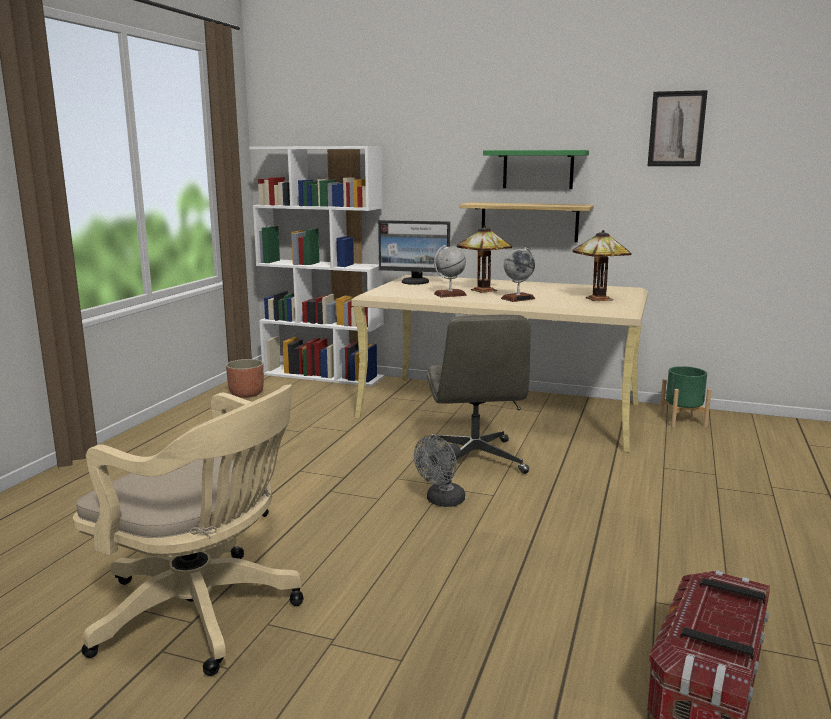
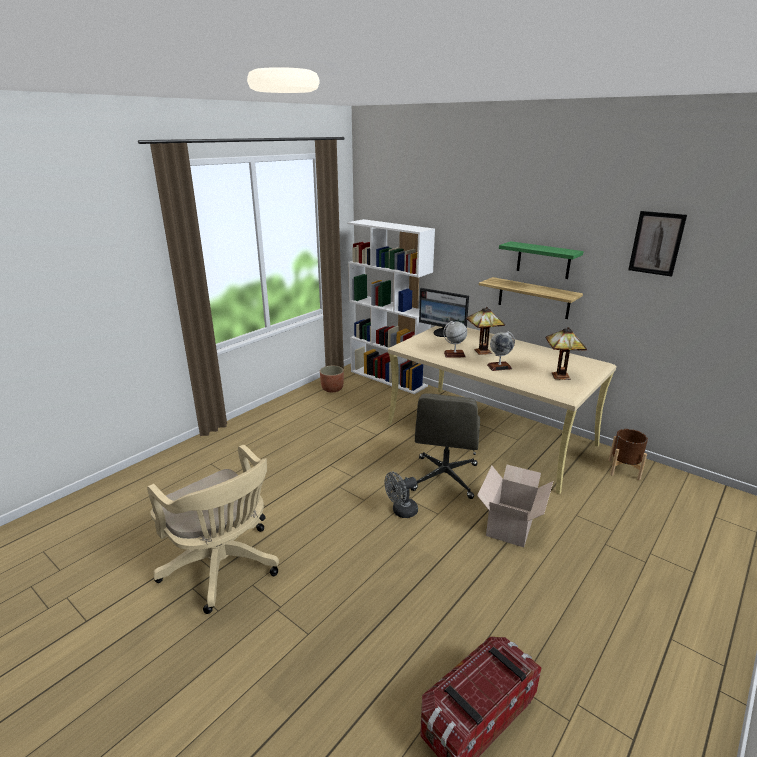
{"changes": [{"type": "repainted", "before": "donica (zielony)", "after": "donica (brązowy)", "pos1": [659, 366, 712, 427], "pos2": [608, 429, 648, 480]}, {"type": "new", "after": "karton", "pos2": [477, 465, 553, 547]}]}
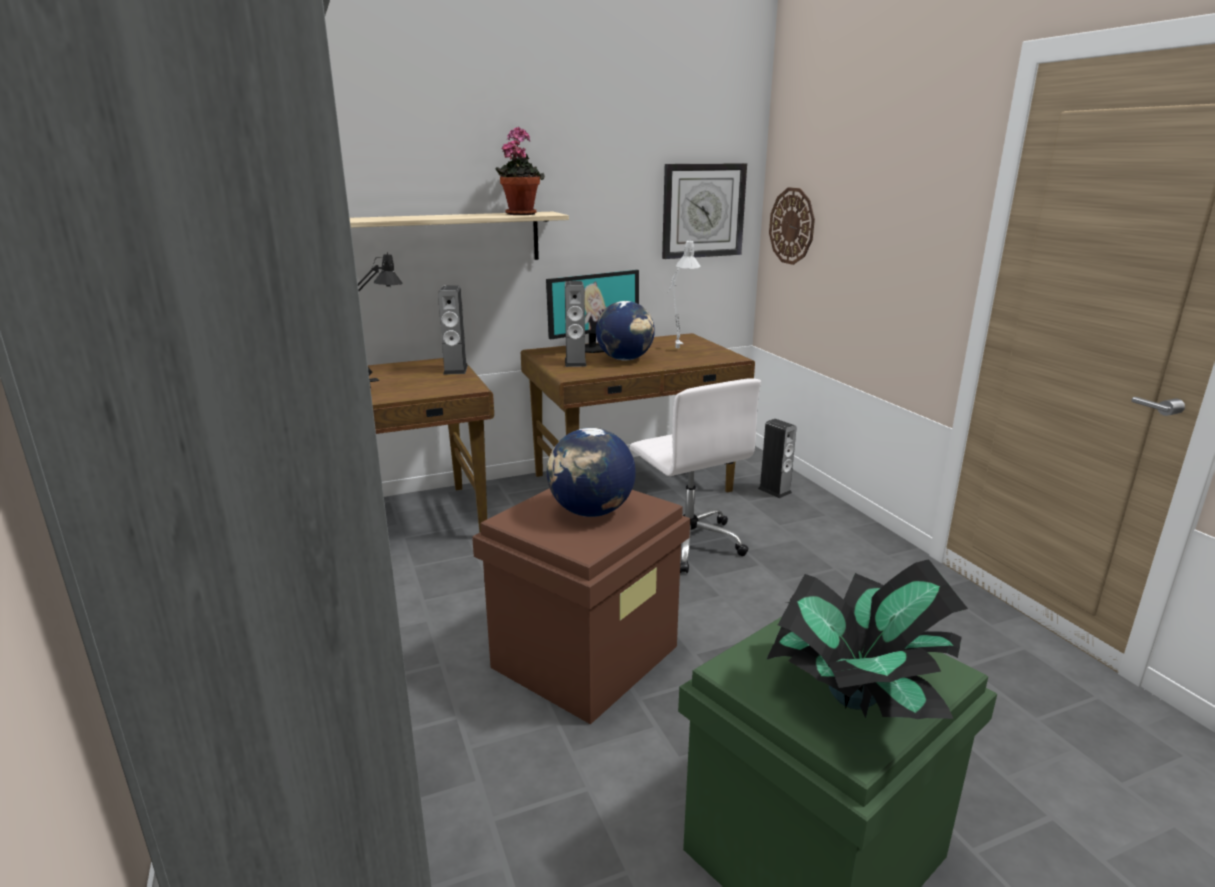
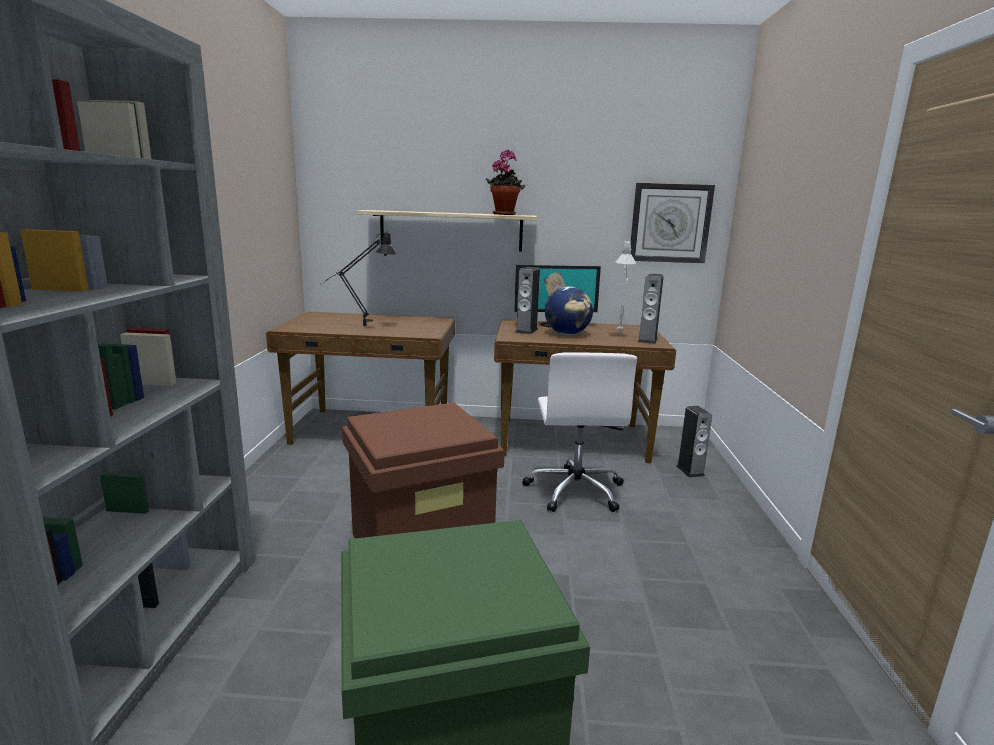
{"changes": [{"type": "gone", "before": "zegar ścienny", "pos1": [769, 187, 815, 265]}, {"type": "shifted", "before": "głośnik", "pos1": [438, 285, 468, 375], "pos2": [638, 273, 664, 344]}, {"type": "gone", "before": "globus", "pos1": [547, 428, 635, 517]}, {"type": "gone", "before": "roślina doniczkowa", "pos1": [766, 559, 968, 719]}]}
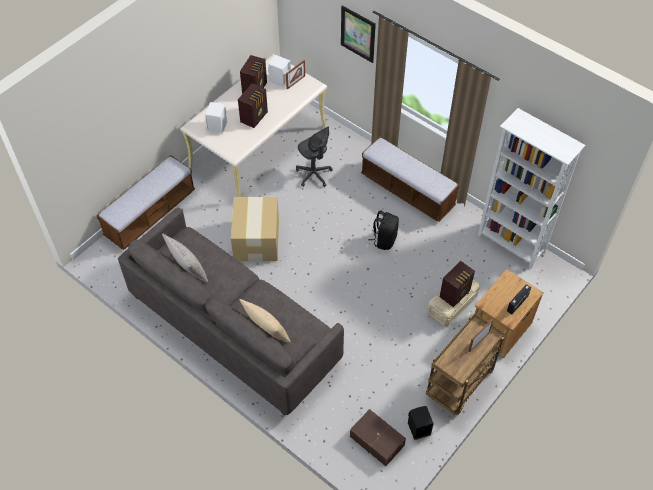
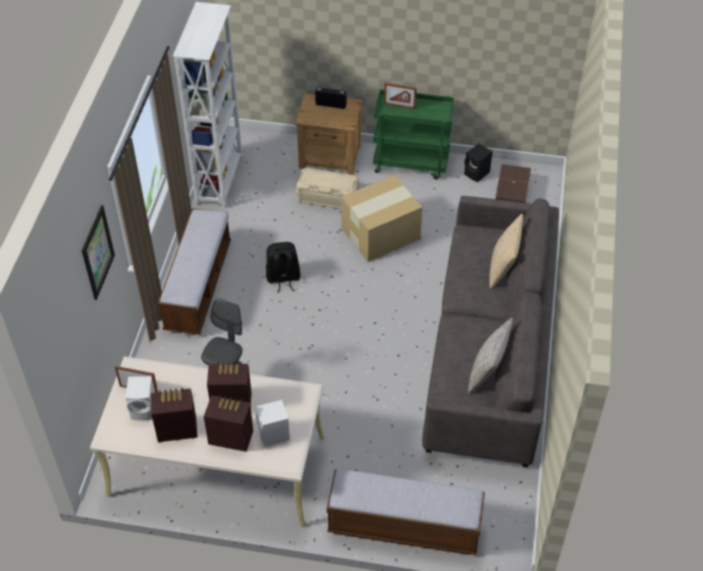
{"changes": [{"type": "shifted", "before": "karton", "pos1": [231, 197, 279, 261], "pos2": [341, 175, 423, 262]}, {"type": "shifted", "before": "radio", "pos1": [440, 261, 475, 307], "pos2": [204, 395, 253, 452]}, {"type": "repainted", "before": "wózek (brązowy)", "after": "wózek (zielony)", "pos1": [426, 313, 505, 415], "pos2": [373, 89, 454, 180]}]}
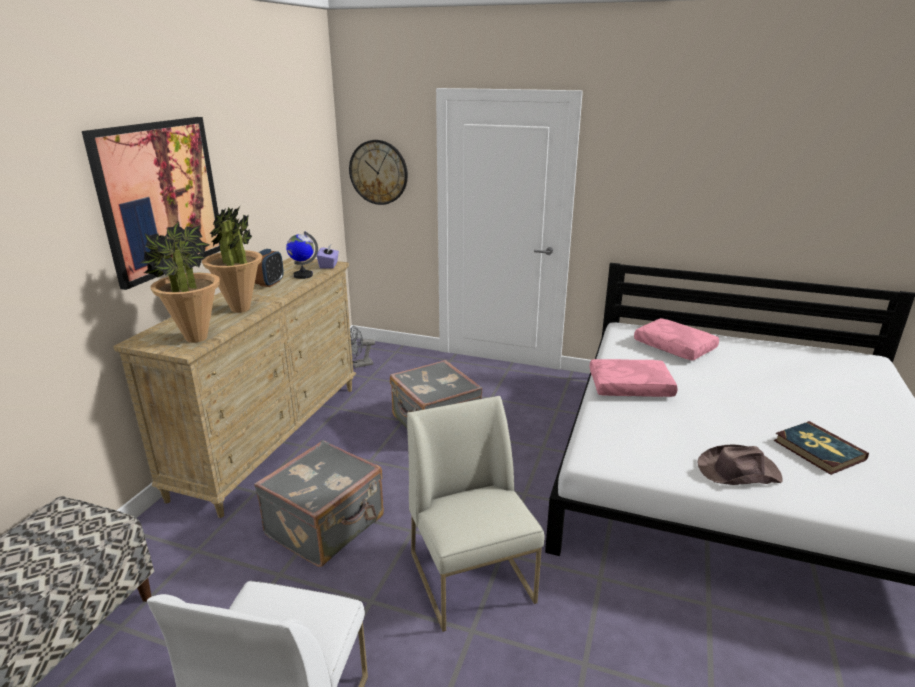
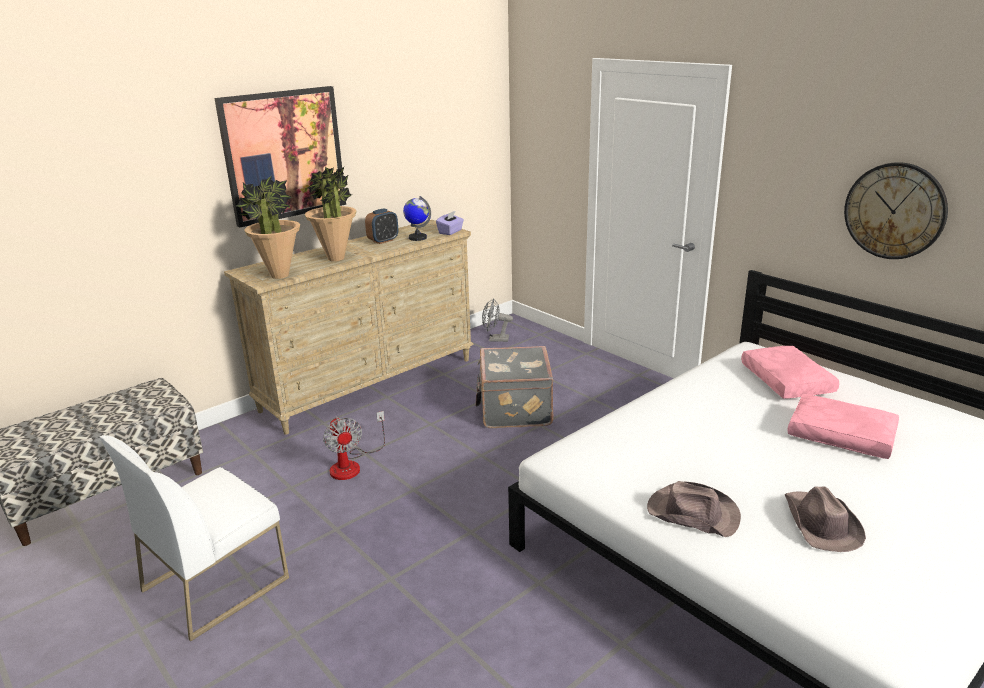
{"changes": [{"type": "shifted", "before": "zegar ścienny", "pos1": [349, 140, 408, 205], "pos2": [844, 162, 948, 259]}, {"type": "shifted", "before": "poduszka (różowy)", "pos1": [589, 359, 678, 397], "pos2": [787, 394, 899, 459]}, {"type": "gone", "before": "krzesło (biały)", "pos1": [407, 396, 545, 632]}, {"type": "swapped", "before": "książka", "after": "kapelusz (brązowy)", "pos1": [774, 421, 869, 475], "pos2": [785, 486, 866, 552]}, {"type": "swapped", "before": "walizka (szary)", "after": "wentylator", "pos1": [254, 440, 384, 567], "pos2": [323, 411, 385, 480]}]}
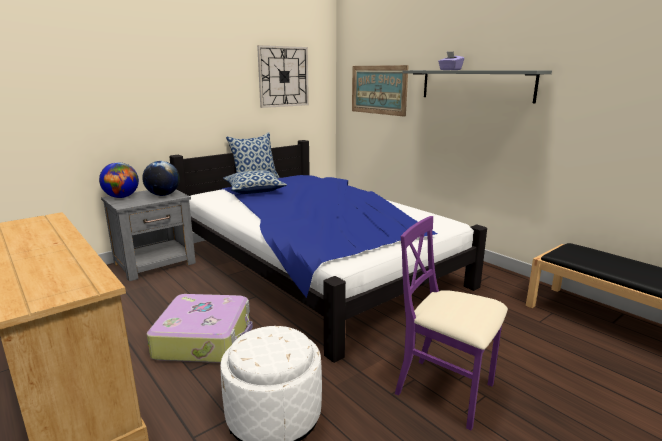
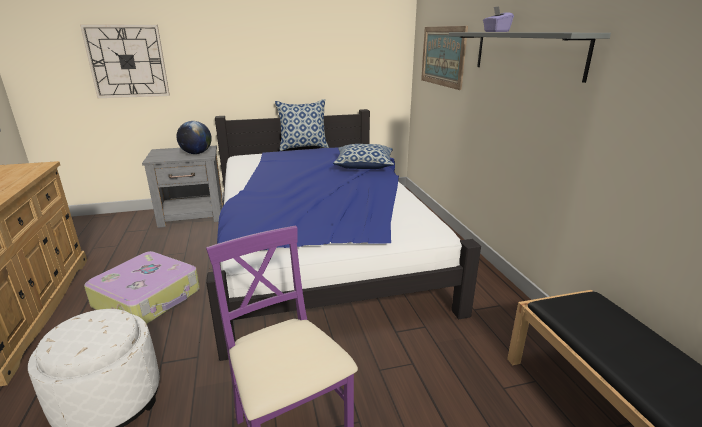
{"changes": [{"type": "shifted", "before": "zegar ścienny", "pos1": [257, 45, 309, 108], "pos2": [80, 24, 170, 98]}, {"type": "gone", "before": "globus", "pos1": [99, 162, 139, 198]}, {"type": "shifted", "before": "poduszka", "pos1": [223, 170, 287, 194], "pos2": [333, 144, 394, 169]}]}
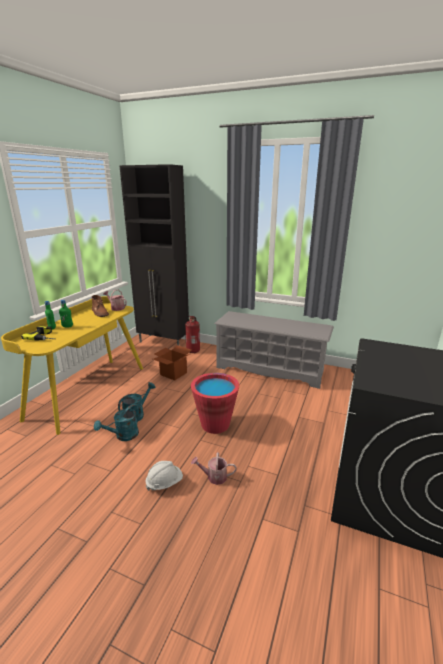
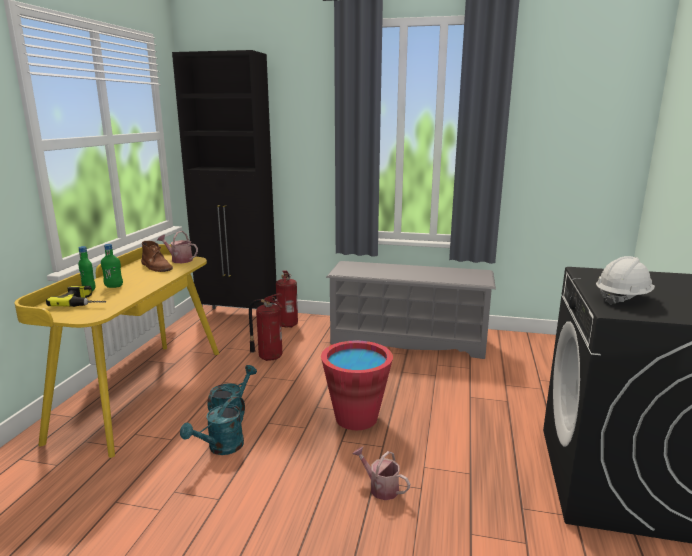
{"changes": [{"type": "swapped", "before": "karton", "after": "gaśnica", "pos1": [153, 345, 191, 381], "pos2": [249, 293, 283, 361]}, {"type": "rotated", "before": "konewka", "pos1": [191, 452, 237, 485], "pos2": [352, 447, 410, 500], "turn": 45}, {"type": "shifted", "before": "kask (biały)", "pos1": [145, 461, 183, 491], "pos2": [596, 256, 655, 305]}]}
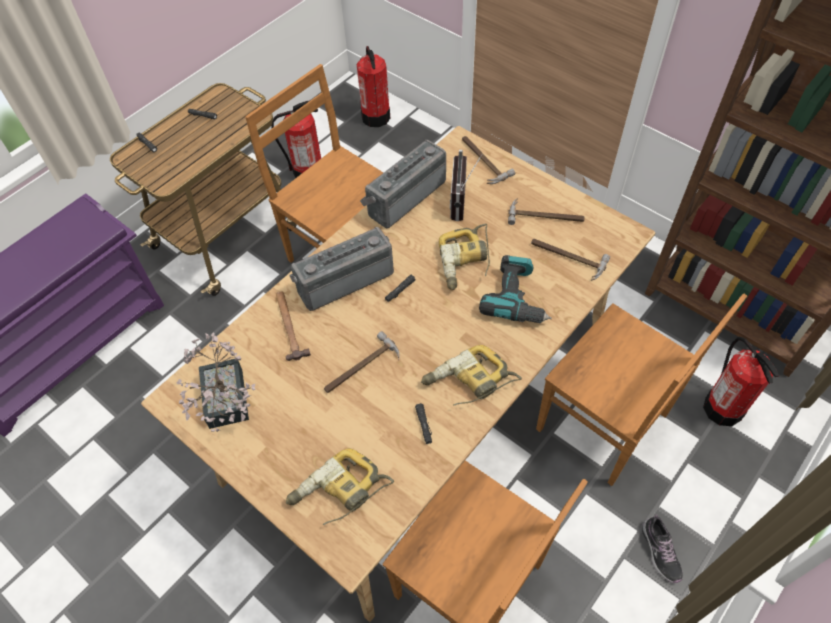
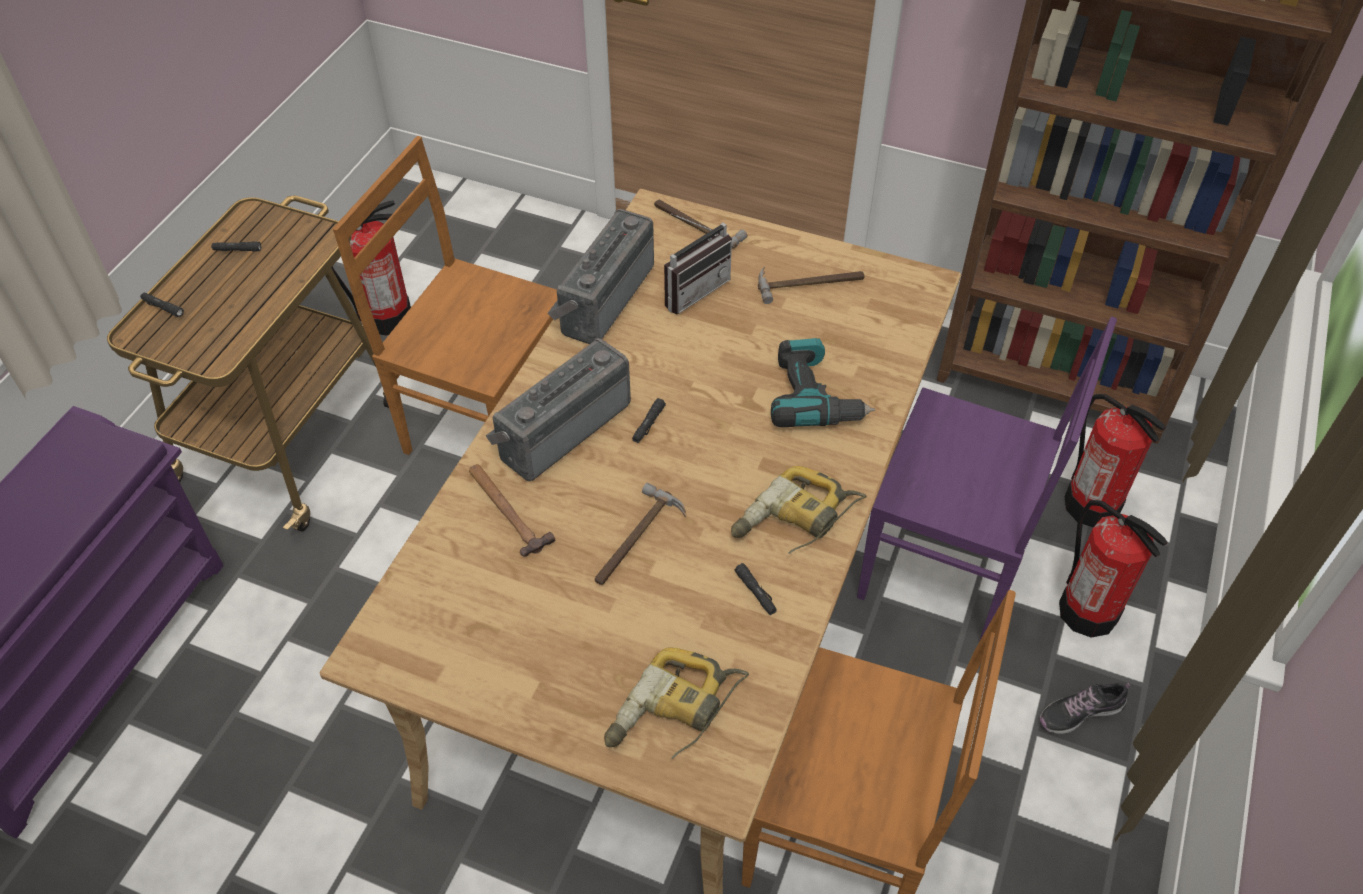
{"changes": [{"type": "shifted", "before": "gaśnica", "pos1": [357, 46, 390, 127], "pos2": [1059, 500, 1168, 638]}, {"type": "rotated", "before": "radio", "pos1": [450, 150, 482, 221], "pos2": [664, 213, 732, 315], "turn": -120}, {"type": "gone", "before": "wiertarka", "pos1": [439, 224, 490, 290]}, {"type": "gone", "before": "młotek", "pos1": [531, 239, 610, 281]}, {"type": "repainted", "before": "krzesło (brązowy)", "after": "krzesło (fioletowy)", "pos1": [536, 294, 747, 486], "pos2": [857, 317, 1117, 642]}, {"type": "gone", "before": "roślina doniczkowa", "pos1": [177, 332, 255, 432]}, {"type": "rotated", "before": "but", "pos1": [642, 515, 683, 583], "pos2": [1040, 683, 1130, 734], "turn": 105}]}
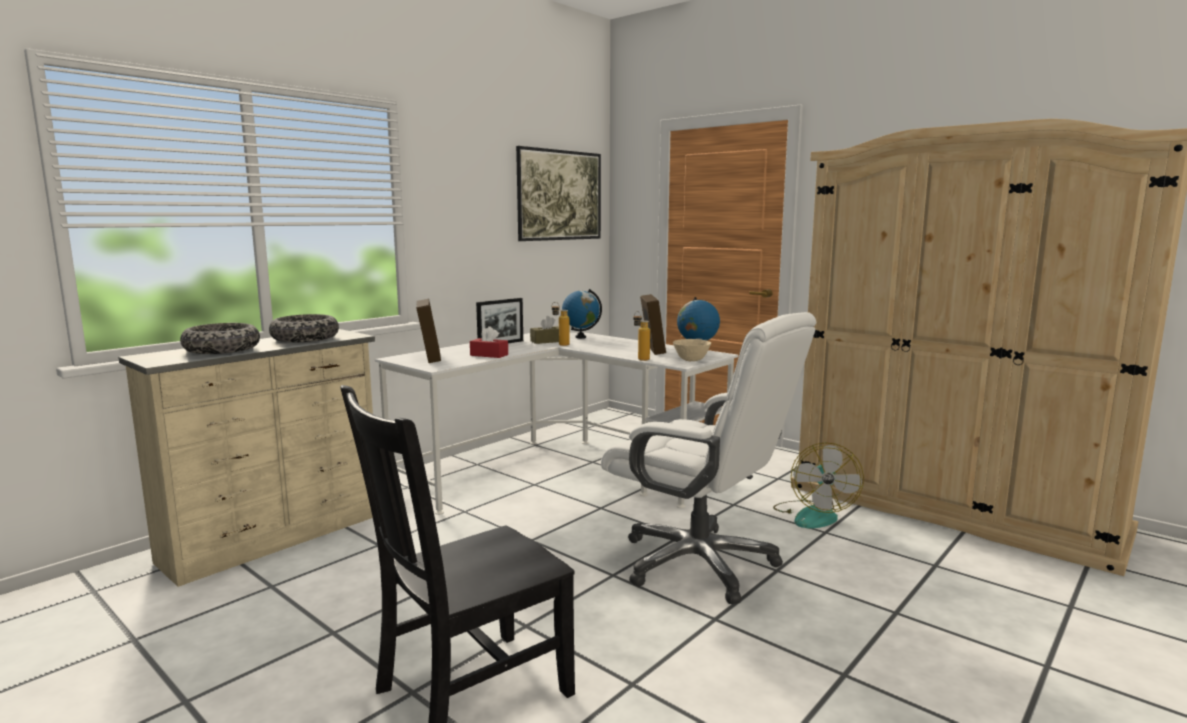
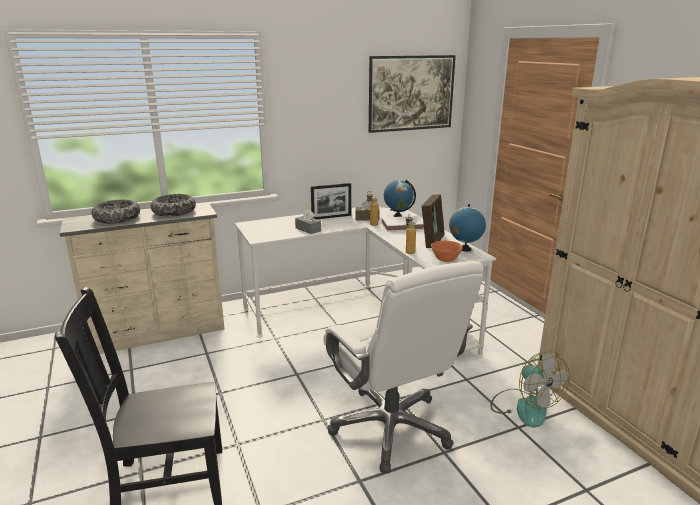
{"changes": [{"type": "gone", "before": "ramka na zdjęcie", "pos1": [416, 299, 441, 363]}, {"type": "repainted", "before": "pudełko chusteczek (czerwony)", "after": "pudełko chusteczek (szary)", "pos1": [470, 326, 508, 358], "pos2": [295, 209, 321, 234]}, {"type": "repainted", "before": "miska (beżowy)", "after": "miska (pomarańczowy)", "pos1": [673, 339, 711, 362], "pos2": [431, 241, 463, 262]}, {"type": "rotated", "before": "wentylator", "pos1": [773, 443, 864, 529], "pos2": [490, 351, 570, 428], "turn": -60}, {"type": "new", "after": "książka (biały)", "pos2": [382, 216, 424, 232]}]}
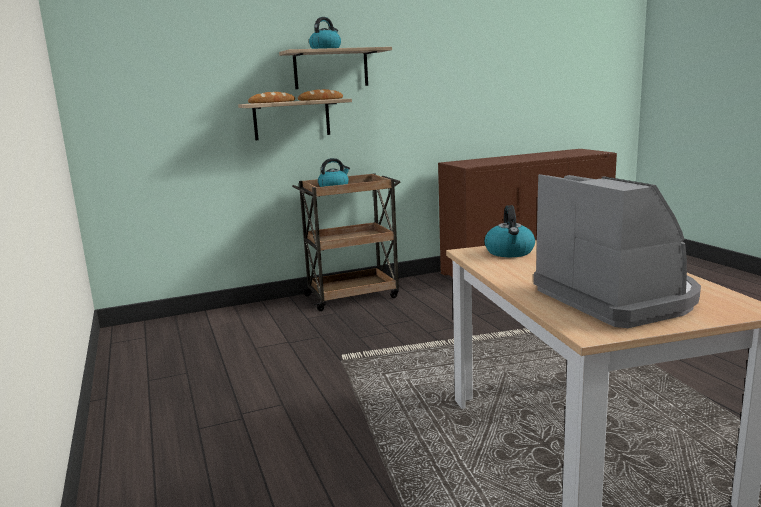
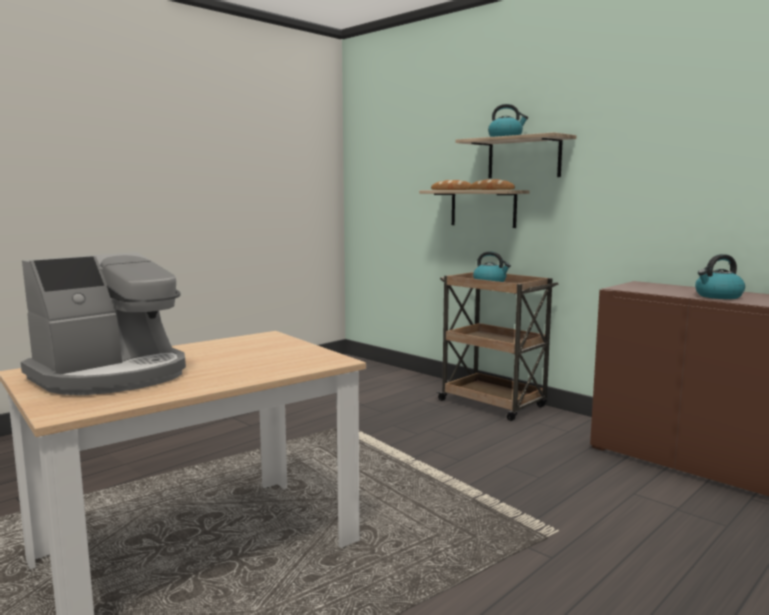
{"changes": [{"type": "shifted", "before": "czajnik", "pos1": [485, 205, 535, 257], "pos2": [695, 254, 745, 299]}]}
